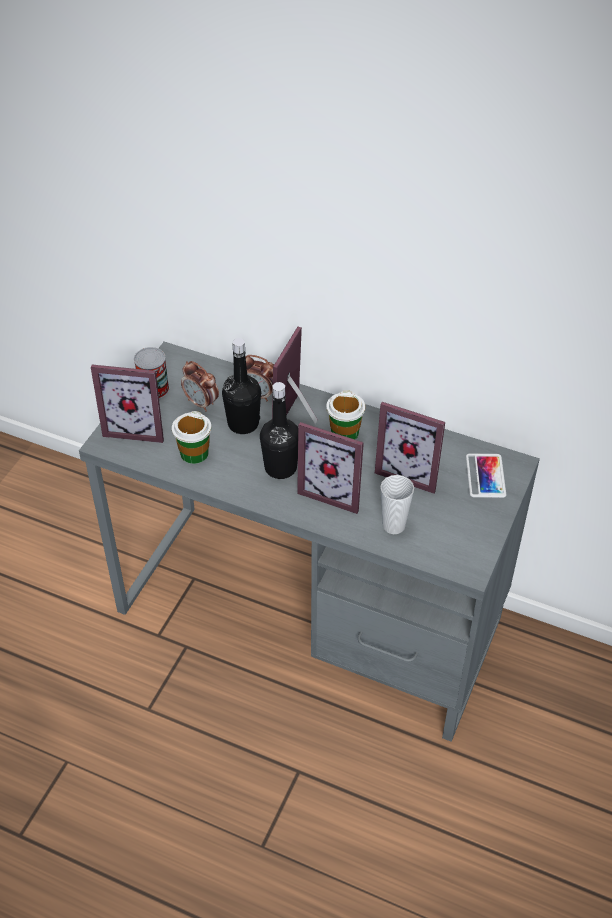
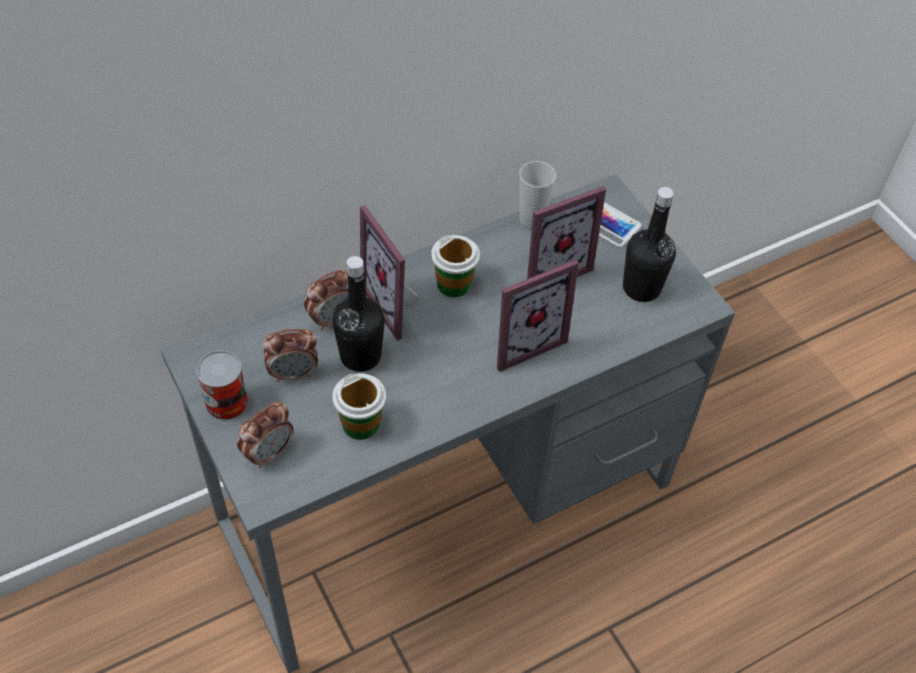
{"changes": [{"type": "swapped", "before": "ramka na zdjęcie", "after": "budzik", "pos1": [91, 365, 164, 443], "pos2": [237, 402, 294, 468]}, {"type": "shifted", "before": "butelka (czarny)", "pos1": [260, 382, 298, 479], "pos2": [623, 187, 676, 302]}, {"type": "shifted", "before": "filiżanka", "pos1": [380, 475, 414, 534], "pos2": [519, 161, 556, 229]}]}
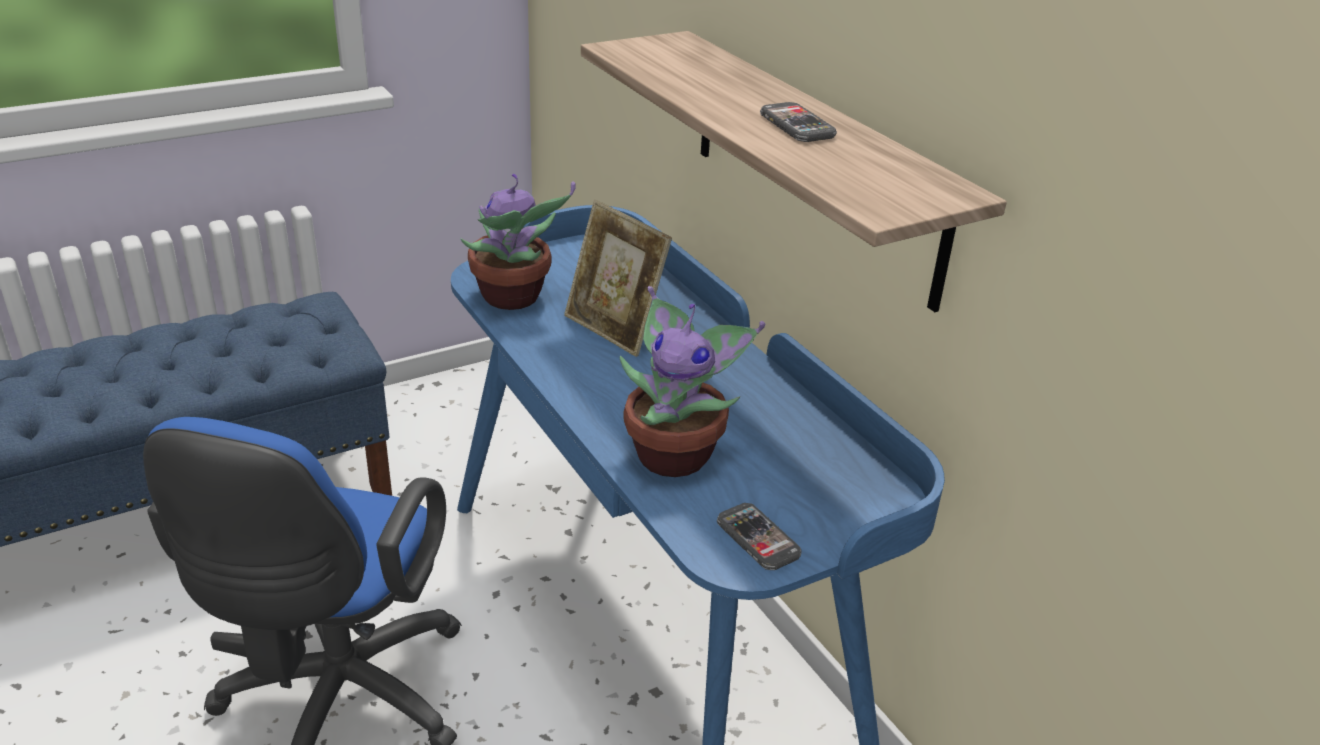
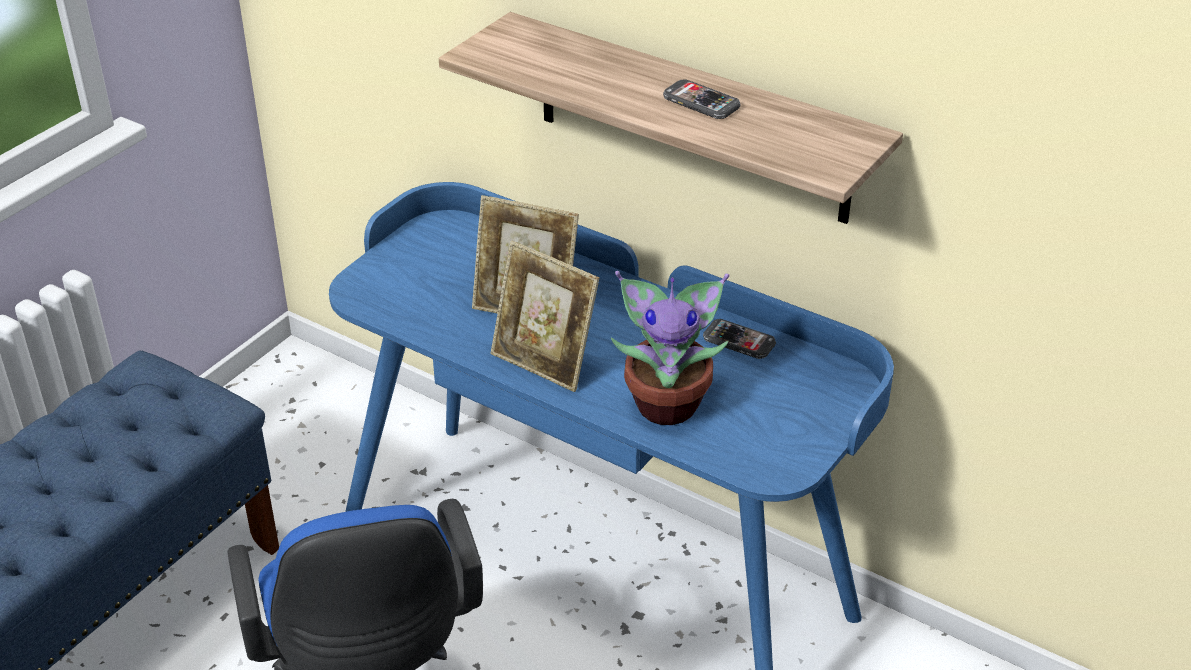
{"changes": [{"type": "gone", "before": "roślina doniczkowa", "pos1": [461, 174, 576, 310]}, {"type": "shifted", "before": "telefon", "pos1": [717, 503, 802, 570], "pos2": [703, 319, 776, 359]}, {"type": "new", "after": "ramka na zdjęcie", "pos2": [491, 241, 599, 392]}]}
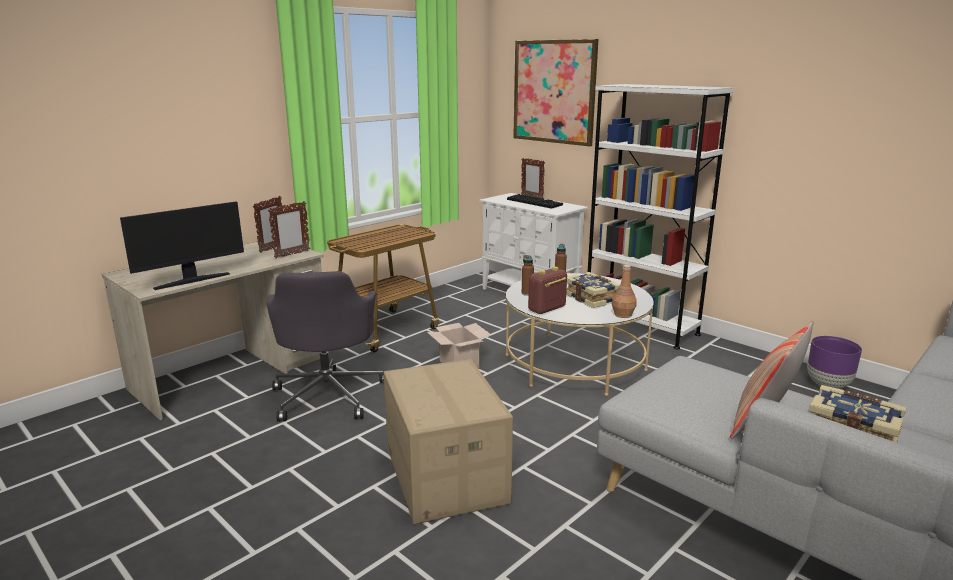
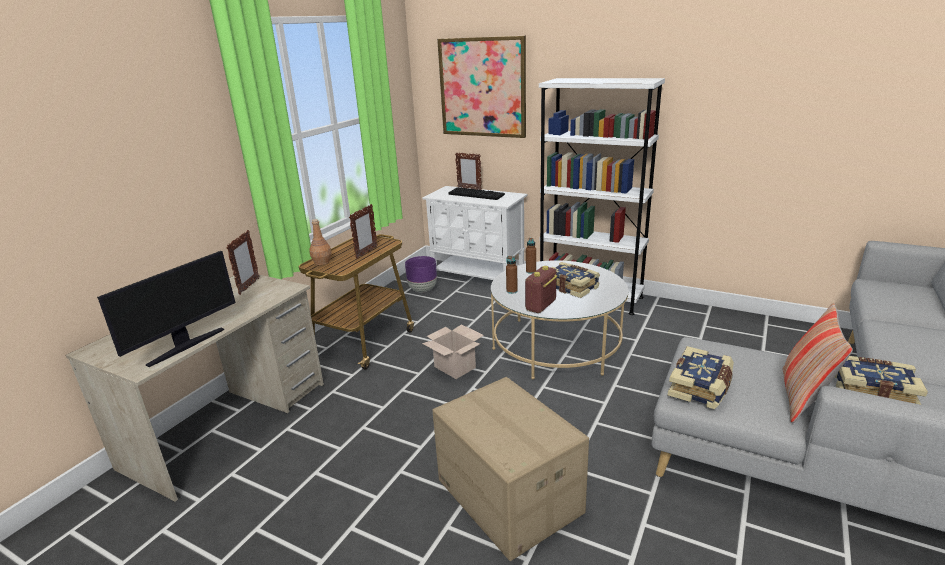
{"changes": [{"type": "shifted", "before": "ramka na zdjęcie", "pos1": [268, 201, 310, 259], "pos2": [349, 204, 378, 259]}, {"type": "shifted", "before": "butelka (brązowy)", "pos1": [612, 265, 637, 318], "pos2": [309, 219, 332, 265]}, {"type": "gone", "before": "krzesło biurowe (szary)", "pos1": [267, 271, 384, 422]}, {"type": "shifted", "before": "donica (fioletowy)", "pos1": [808, 336, 862, 389], "pos2": [405, 256, 437, 292]}, {"type": "new", "after": "książka", "pos2": [668, 346, 734, 409]}]}
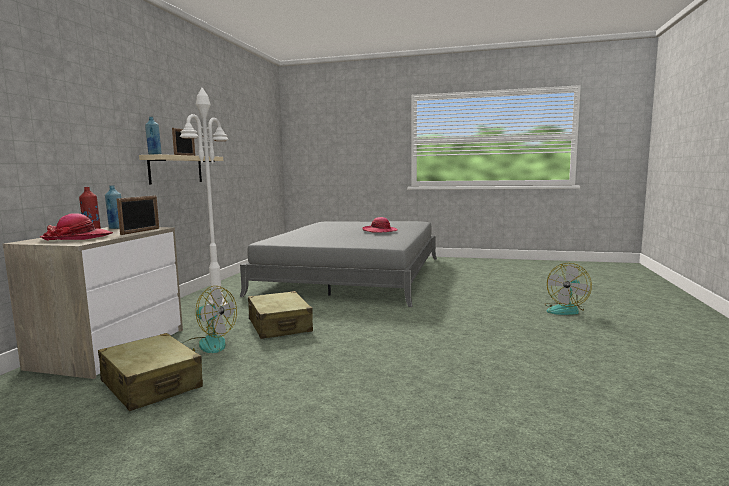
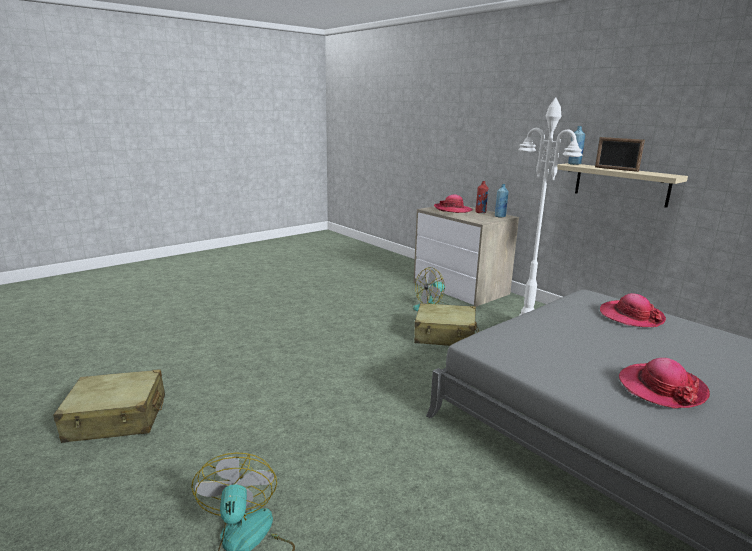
{"changes": [{"type": "gone", "before": "ramka na zdjęcie", "pos1": [117, 196, 159, 235]}, {"type": "shifted", "before": "walizka (beżowy)", "pos1": [98, 333, 203, 411], "pos2": [53, 369, 165, 443]}, {"type": "new", "after": "kapelusz", "pos2": [600, 293, 666, 327]}]}
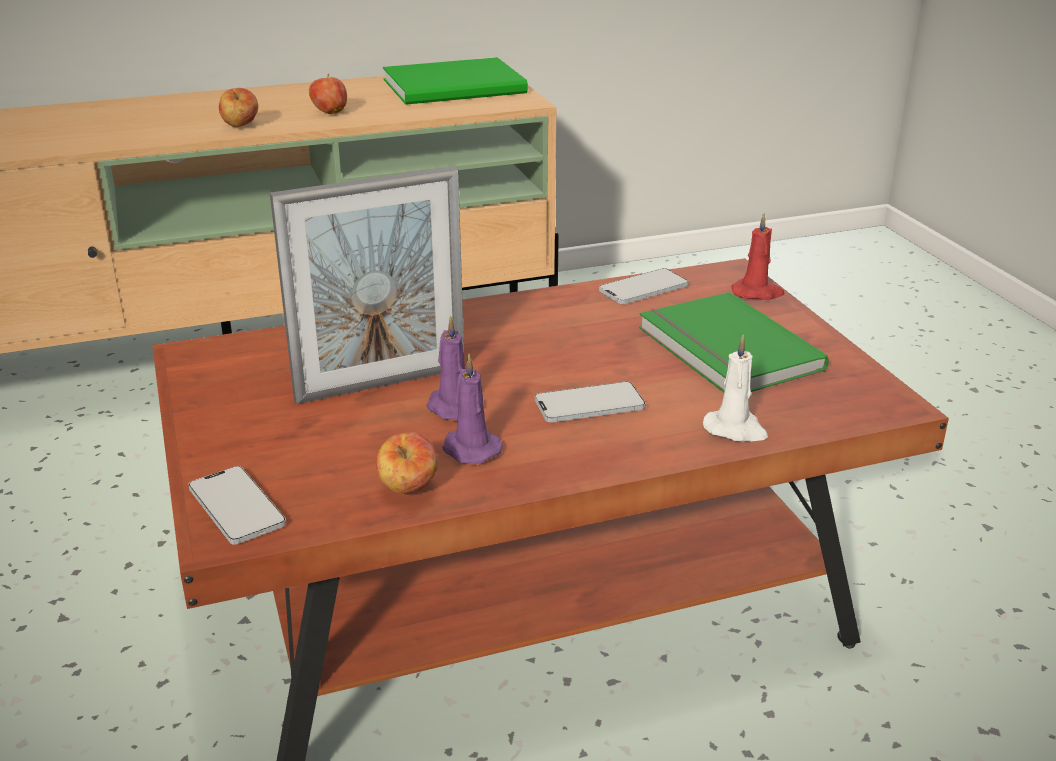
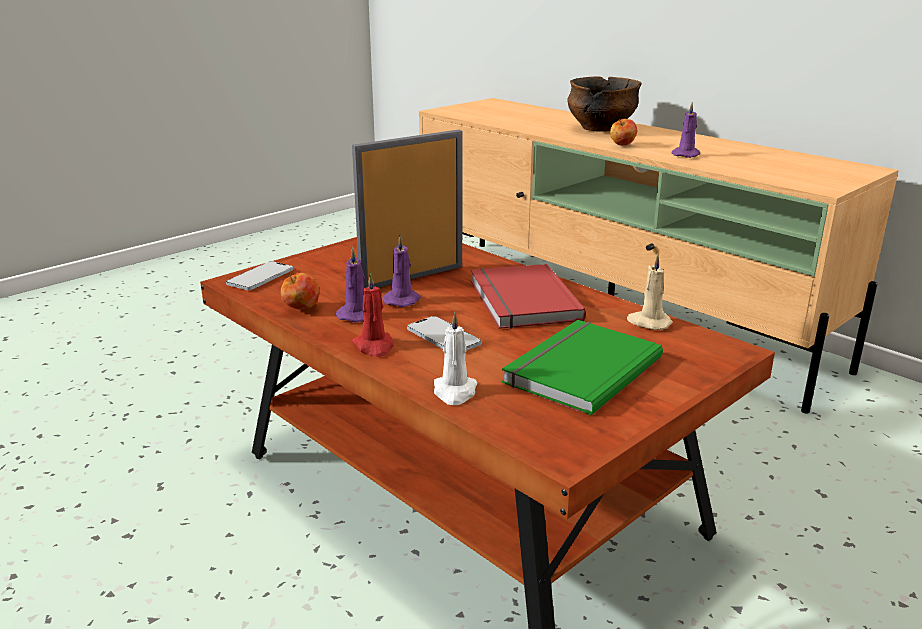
{"changes": [{"type": "gone", "before": "książka (zielony)", "pos1": [383, 57, 528, 105]}, {"type": "swapped", "before": "jabłko", "after": "świeca (fioletowy)", "pos1": [309, 74, 347, 114], "pos2": [671, 102, 700, 158]}, {"type": "rotated", "before": "ramka na zdjęcie", "pos1": [270, 166, 464, 404], "pos2": [352, 130, 462, 288], "turn": 105}, {"type": "shifted", "before": "świeca (czerwony)", "pos1": [732, 212, 784, 300], "pos2": [352, 272, 394, 357]}, {"type": "swapped", "before": "telefon", "after": "świeca (beżowy)", "pos1": [599, 268, 689, 304], "pos2": [627, 253, 673, 330]}, {"type": "new", "after": "miska", "pos2": [567, 76, 642, 132]}, {"type": "new", "after": "książka (czerwony)", "pos2": [471, 264, 586, 329]}]}
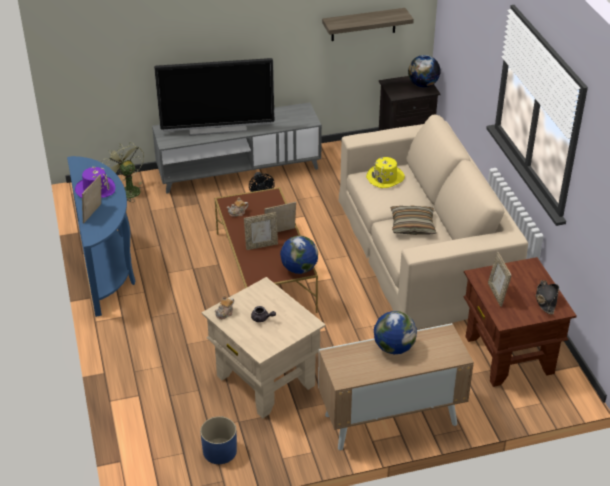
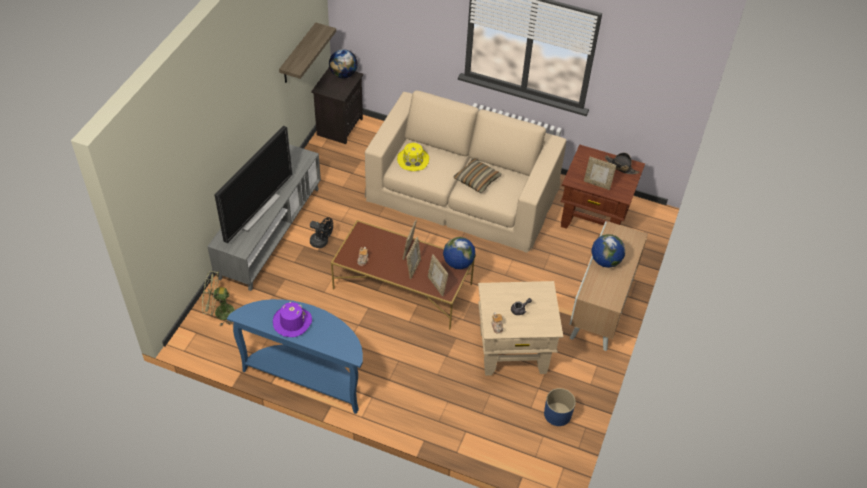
{"changes": [{"type": "shifted", "before": "ramka na zdjęcie", "pos1": [82, 175, 101, 223], "pos2": [428, 254, 448, 297]}]}
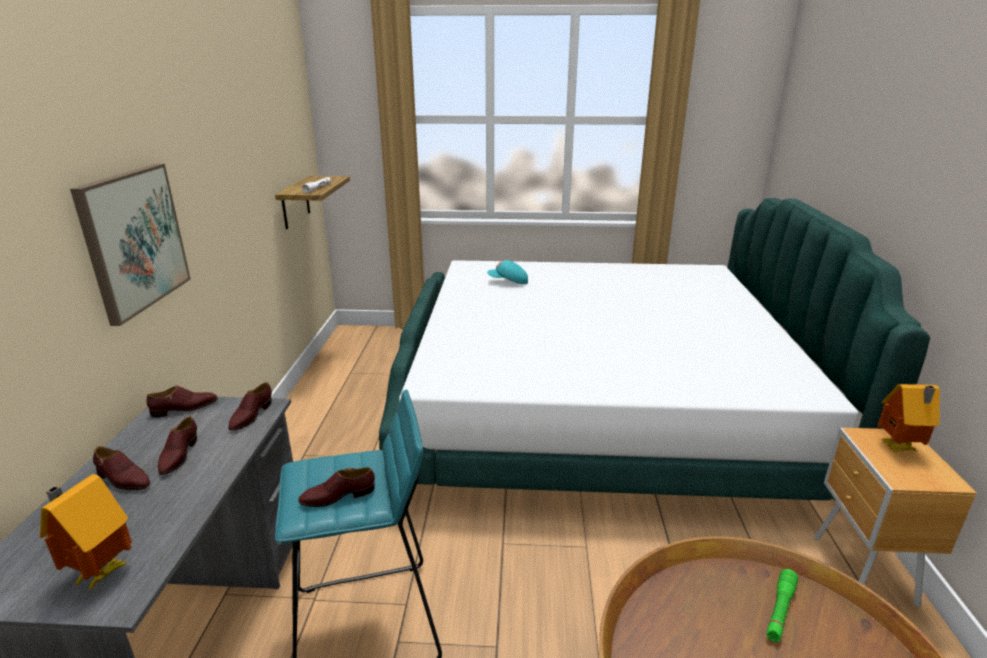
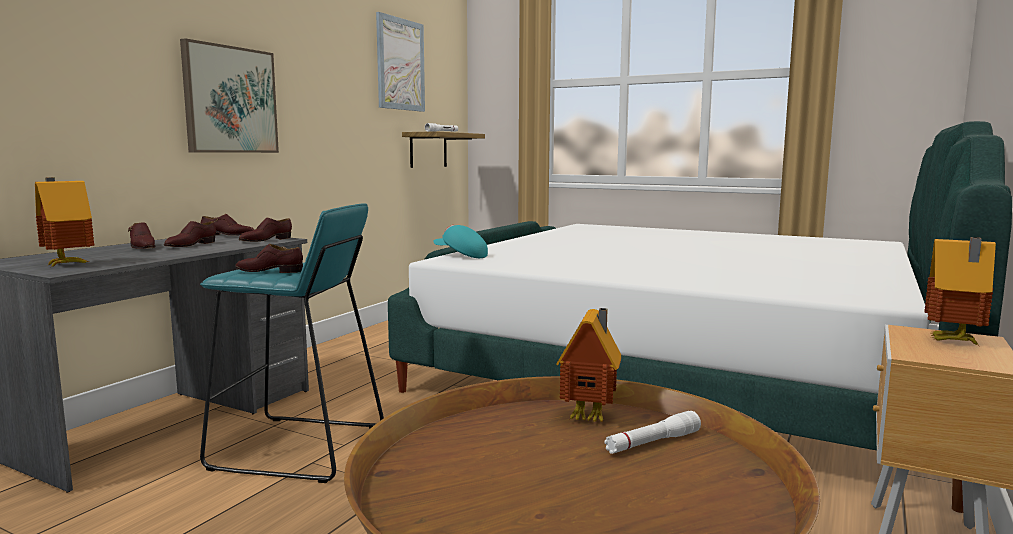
{"changes": [{"type": "shifted", "before": "czapka z daszkiem (turkusowy)", "pos1": [487, 260, 528, 284], "pos2": [433, 225, 488, 258]}, {"type": "repainted", "before": "latarka (zielony)", "after": "latarka (biały)", "pos1": [766, 569, 798, 642], "pos2": [604, 411, 701, 454]}, {"type": "new", "after": "obraz", "pos2": [376, 12, 425, 112]}, {"type": "new", "after": "domek", "pos2": [556, 308, 621, 423]}]}
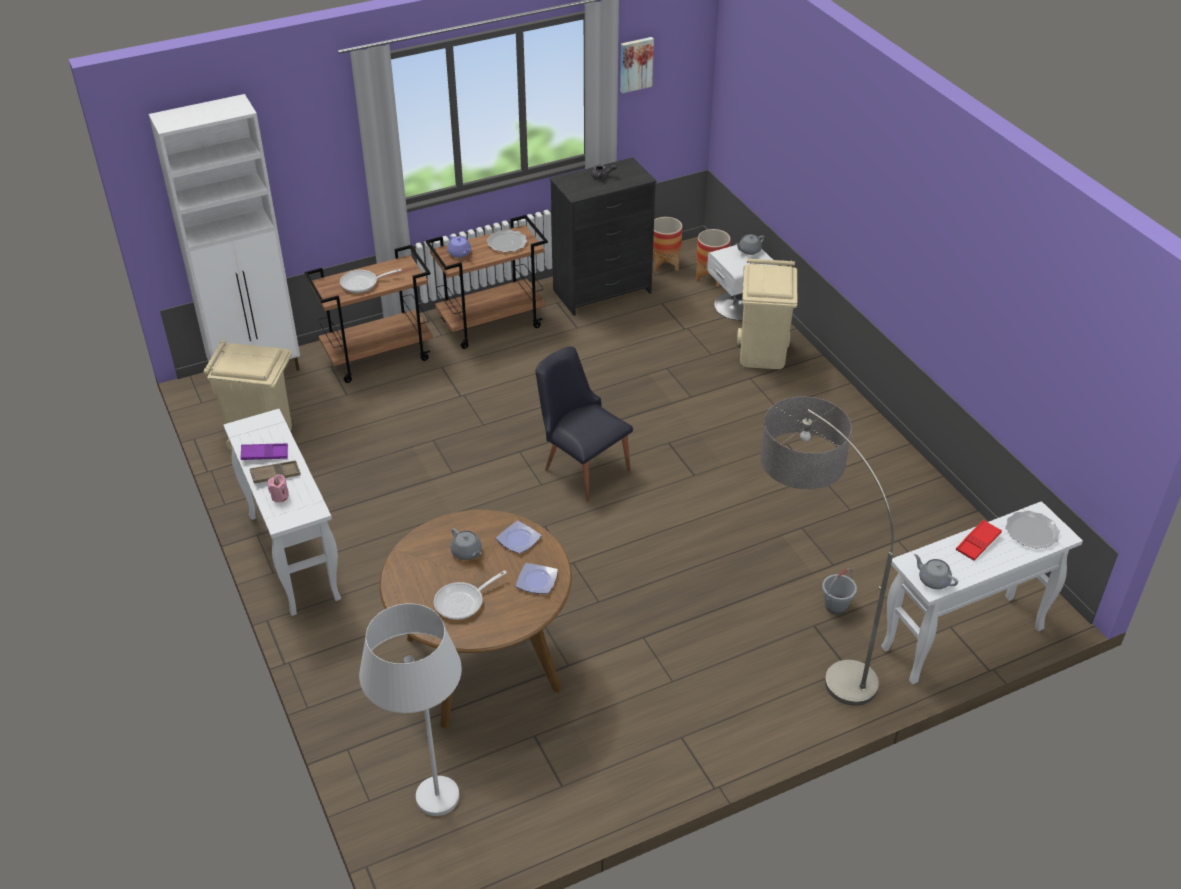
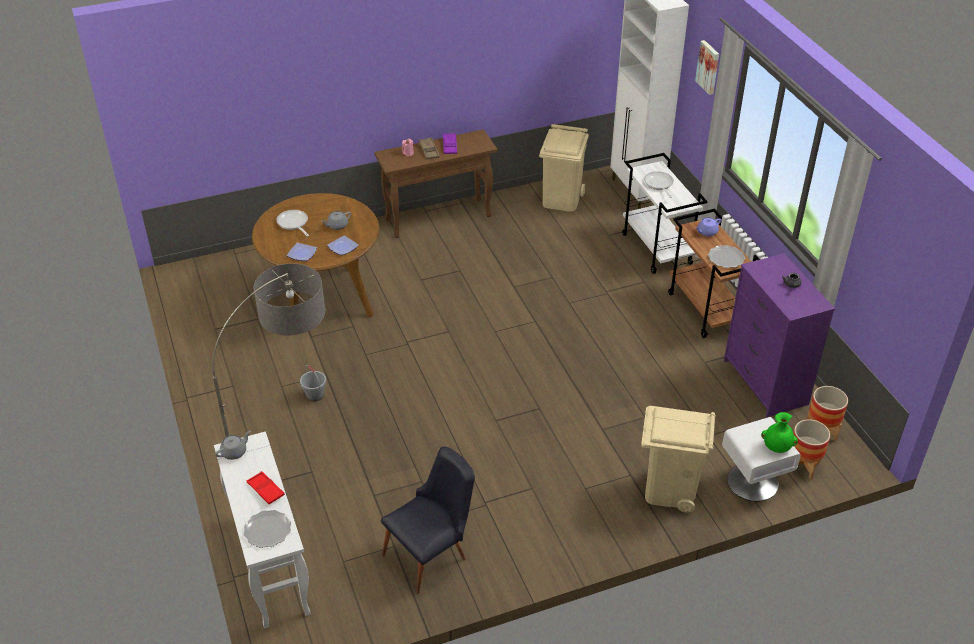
{"changes": [{"type": "shifted", "before": "obraz", "pos1": [620, 37, 654, 93], "pos2": [695, 40, 719, 95]}, {"type": "repainted", "before": "komoda (czarny)", "after": "komoda (fioletowy)", "pos1": [550, 157, 657, 316], "pos2": [724, 254, 835, 417]}, {"type": "swapped", "before": "imbryk (szary)", "after": "wazon (zielony)", "pos1": [735, 234, 765, 255], "pos2": [761, 412, 798, 453]}, {"type": "repainted", "before": "wózek (brązowy)", "after": "wózek (biały)", "pos1": [304, 245, 433, 383], "pos2": [622, 153, 708, 274]}, {"type": "shifted", "before": "krzesło (czarny)", "pos1": [535, 346, 633, 503], "pos2": [381, 447, 475, 594]}, {"type": "repainted", "before": "stolik konsolowy (biały)", "after": "stolik konsolowy (brązowy)", "pos1": [224, 409, 341, 616], "pos2": [374, 129, 497, 238]}, {"type": "shifted", "before": "wiadro (szary)", "pos1": [822, 568, 857, 614], "pos2": [300, 365, 326, 402]}, {"type": "gone", "before": "lampa stojąca (biały)", "pos1": [359, 604, 462, 816]}]}
